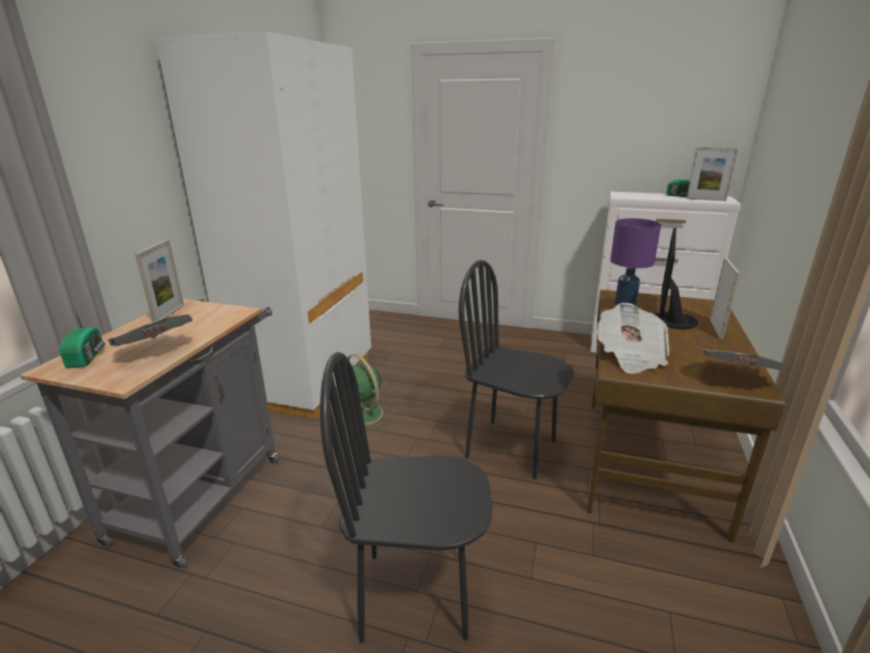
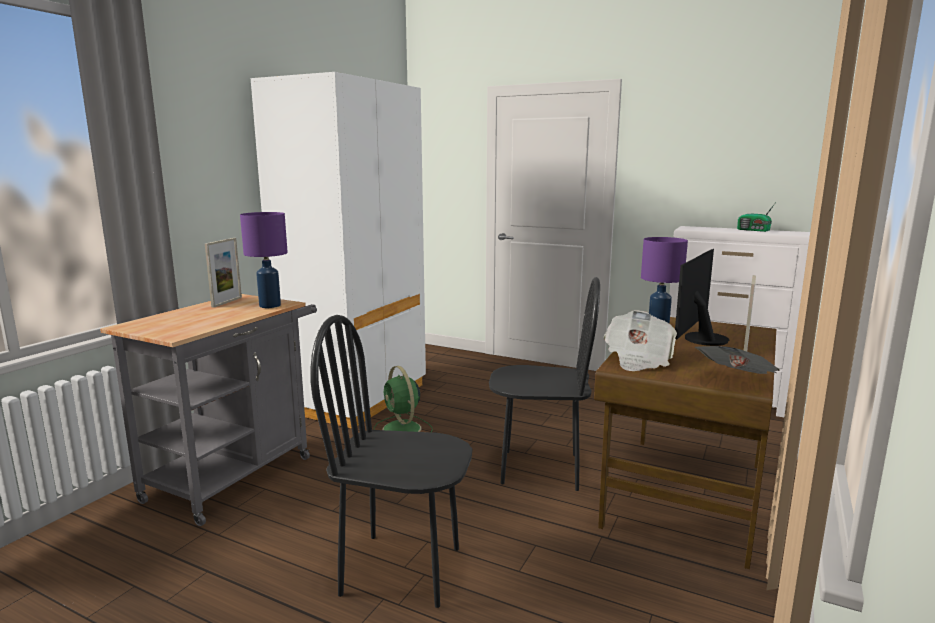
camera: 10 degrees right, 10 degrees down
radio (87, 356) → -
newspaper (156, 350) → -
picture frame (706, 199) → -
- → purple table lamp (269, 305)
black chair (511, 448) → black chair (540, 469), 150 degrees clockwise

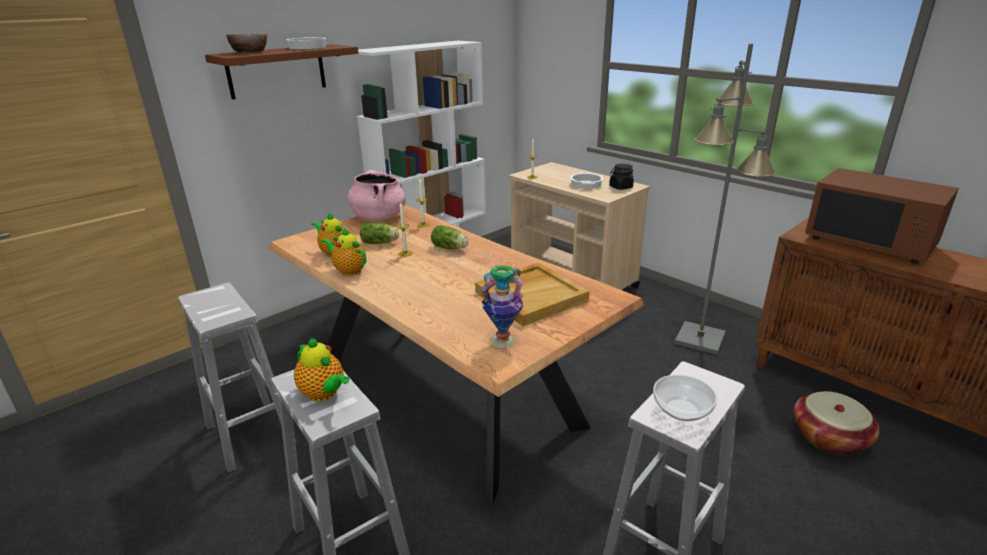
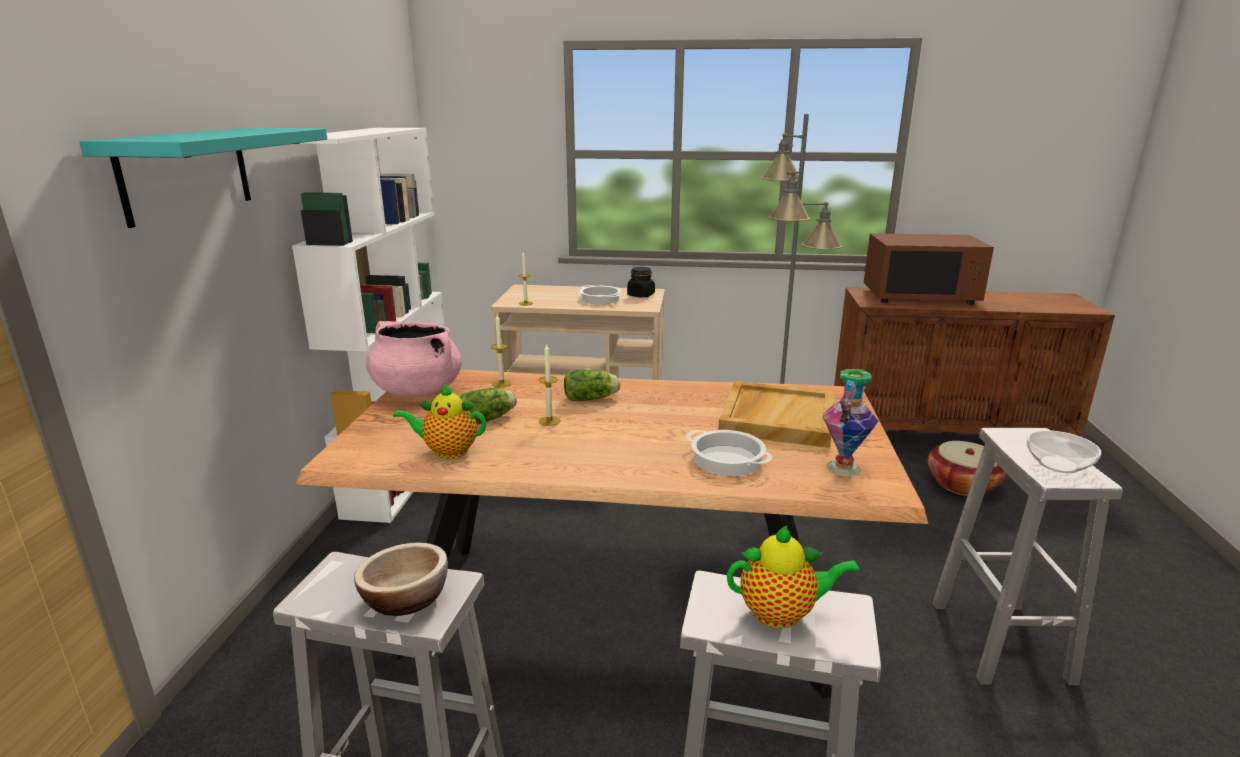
camera: 40 degrees left, 5 degrees down
teapot (348, 271) → -
bowl (250, 52) → bowl (406, 599), moved
cooking pot (308, 48) → cooking pot (728, 459), moved
brown shelf (277, 71) → turquoise shelf (187, 173)

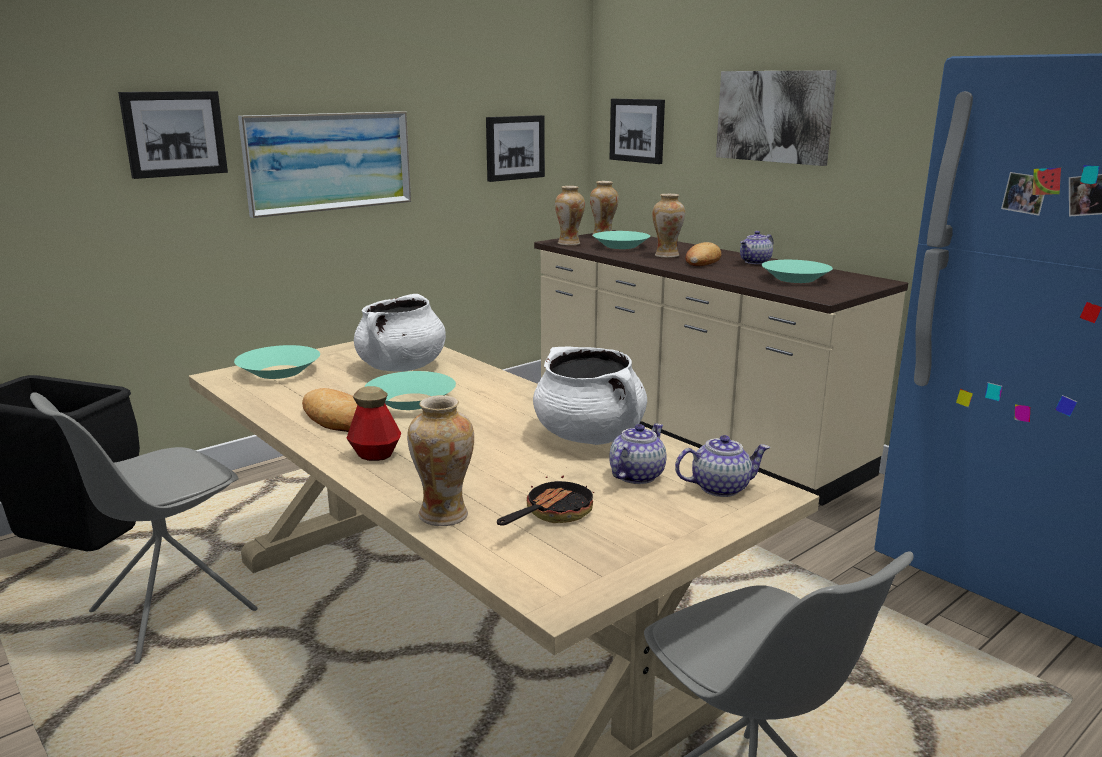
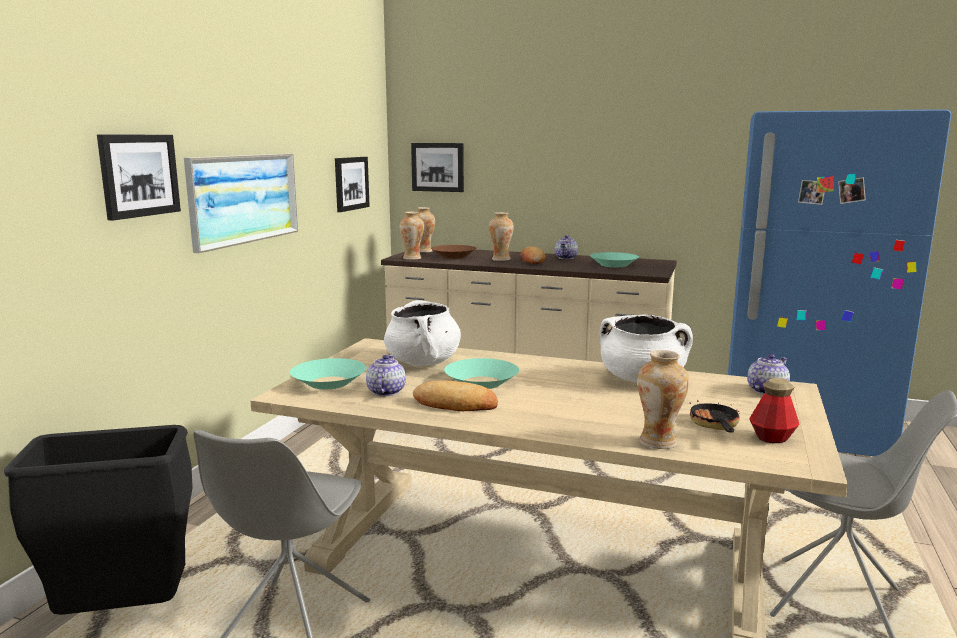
camera: 30 degrees left, 5 degrees down
picture (774, 116) → -
bottle (375, 454) → bottle (772, 438), moved
teapot (636, 475) → teapot (385, 391), moved
turquoise bowl (621, 246) → brown bowl (454, 256)

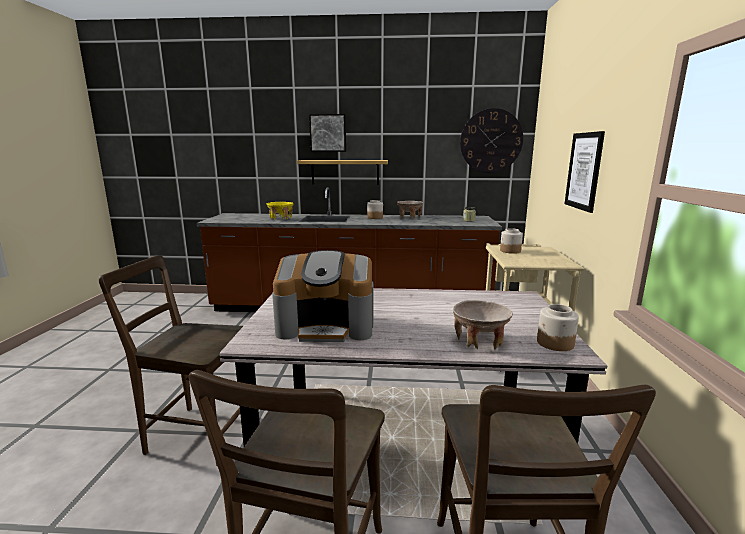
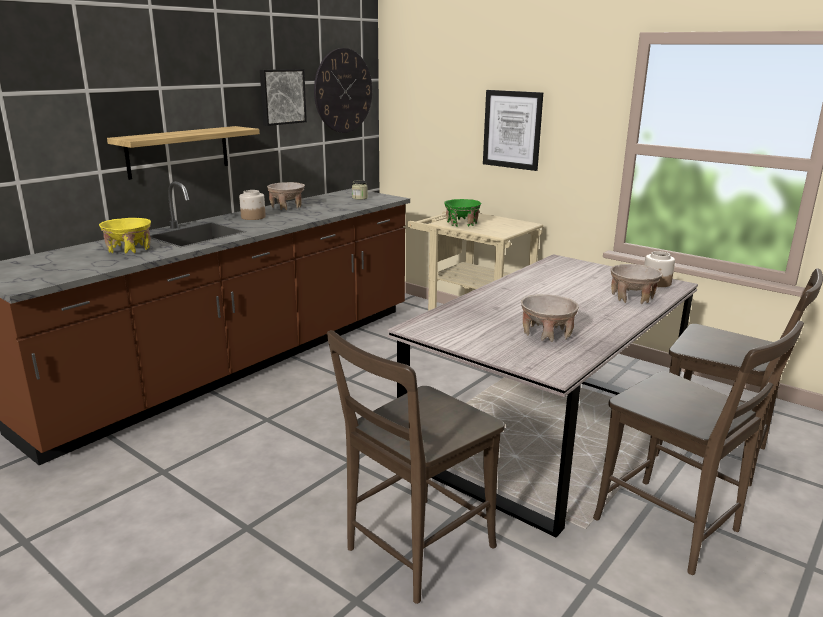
camera: 55 degrees left, 5 degrees up
picture (328, 133) → picture (281, 96), moved
coffee machine (327, 326) → beige bowl (546, 334)
jar (510, 251) → green bowl (462, 224)

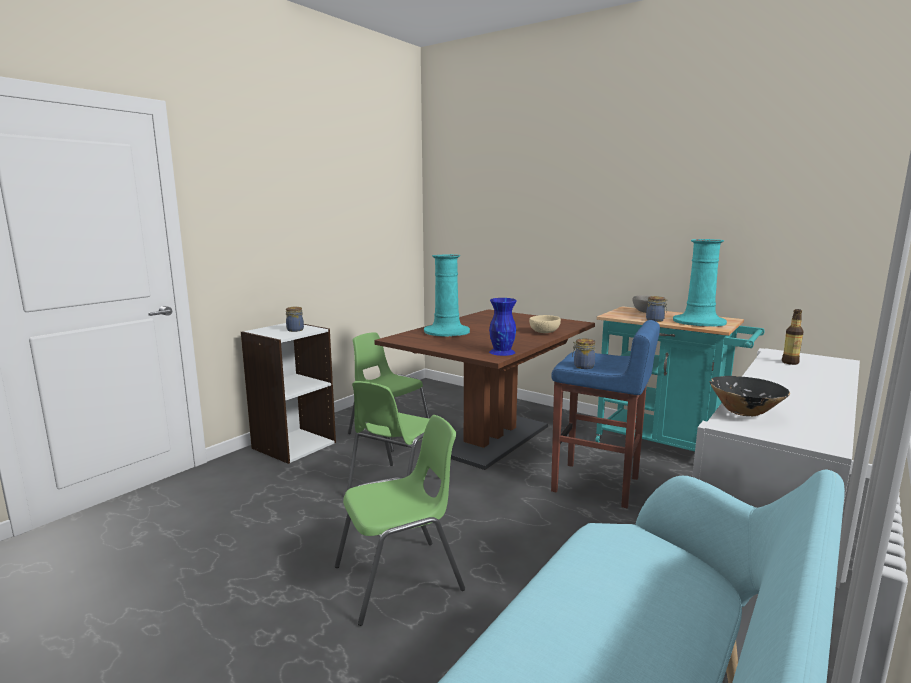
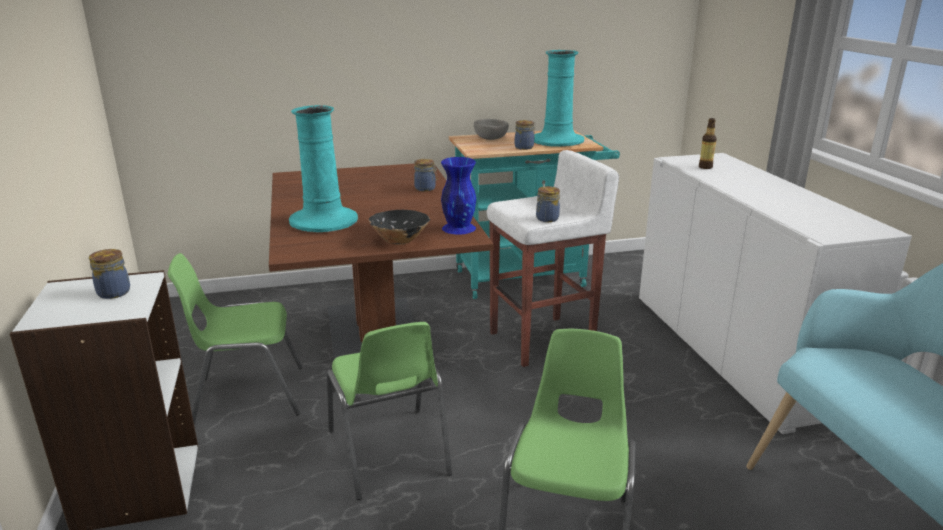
camera: 50 degrees left, 10 degrees up
black bowl (744, 412) → black bowl (399, 241), moved
beige bowl (545, 332) → jar (426, 189)
blue stool (597, 485) → white stool (543, 341)

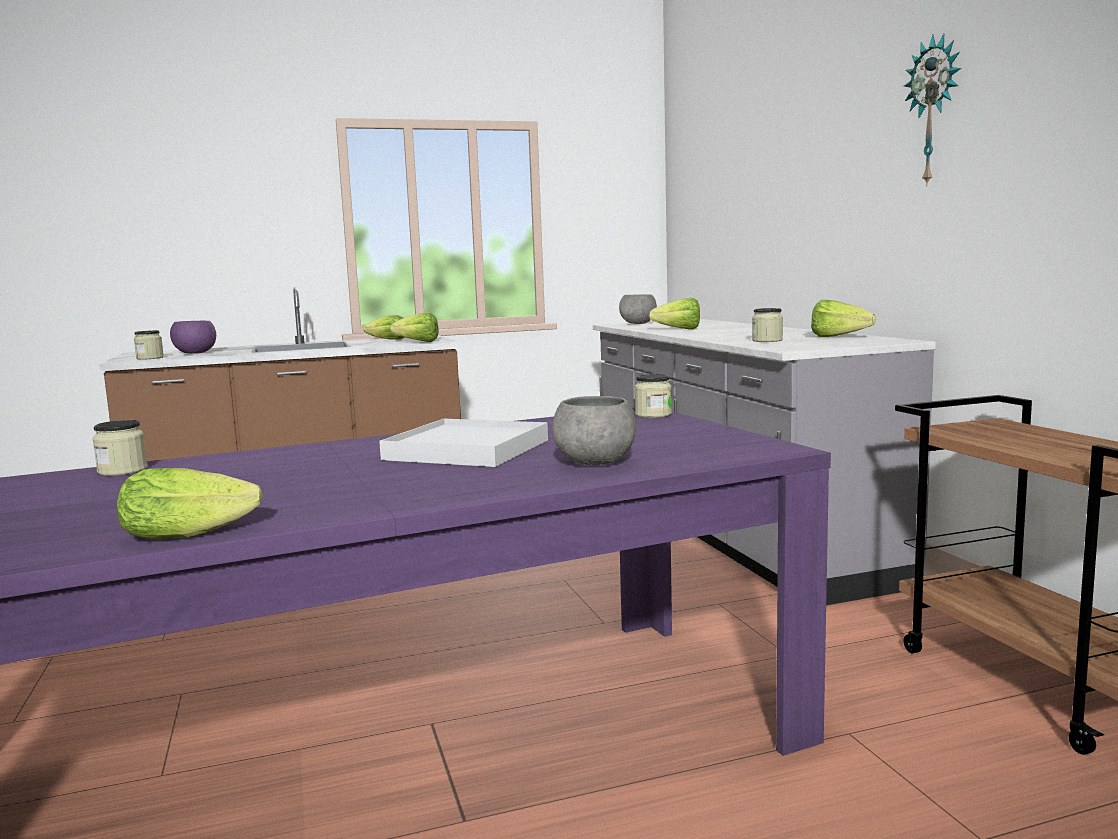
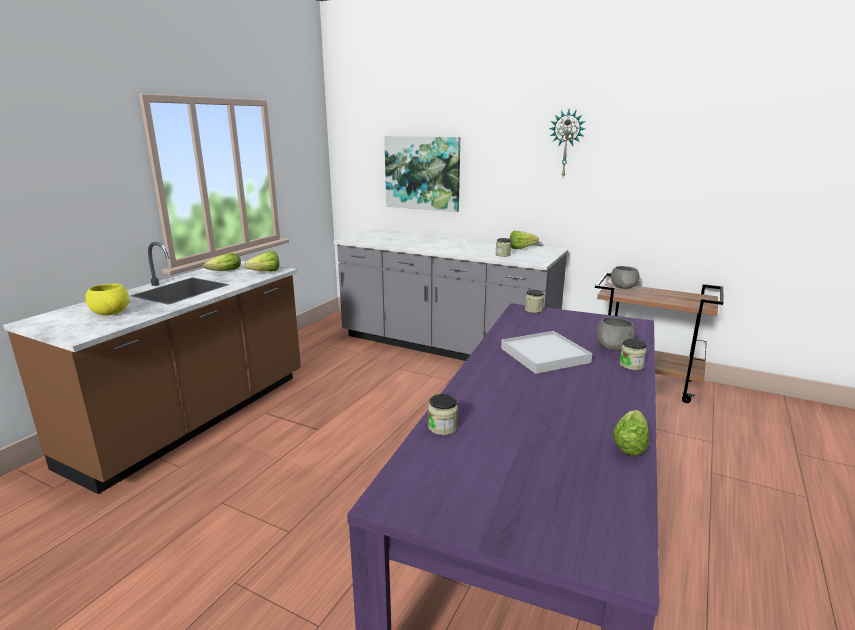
camera: 45 degrees left, 10 degrees up
lettuce (674, 329) → -
- → picture (422, 173)
jar (150, 358) → jar (631, 365), moved
grey bowl (638, 323) → grey bowl (623, 287), moved
purple bowl (195, 353) → yellow bowl (110, 313)

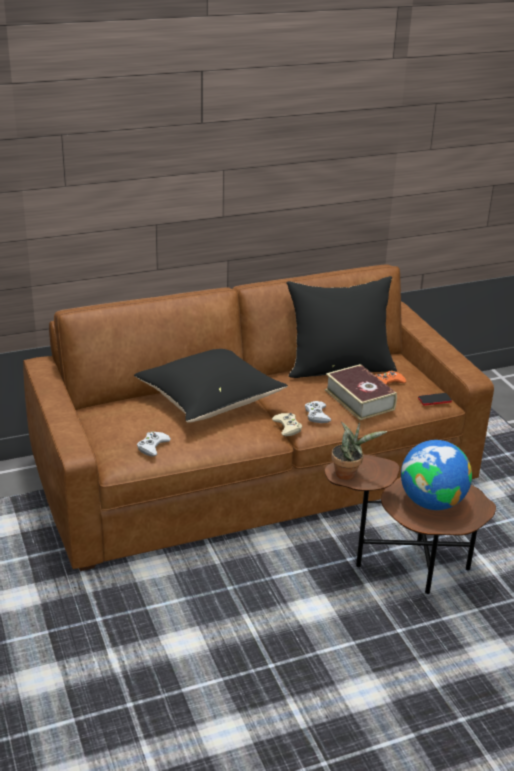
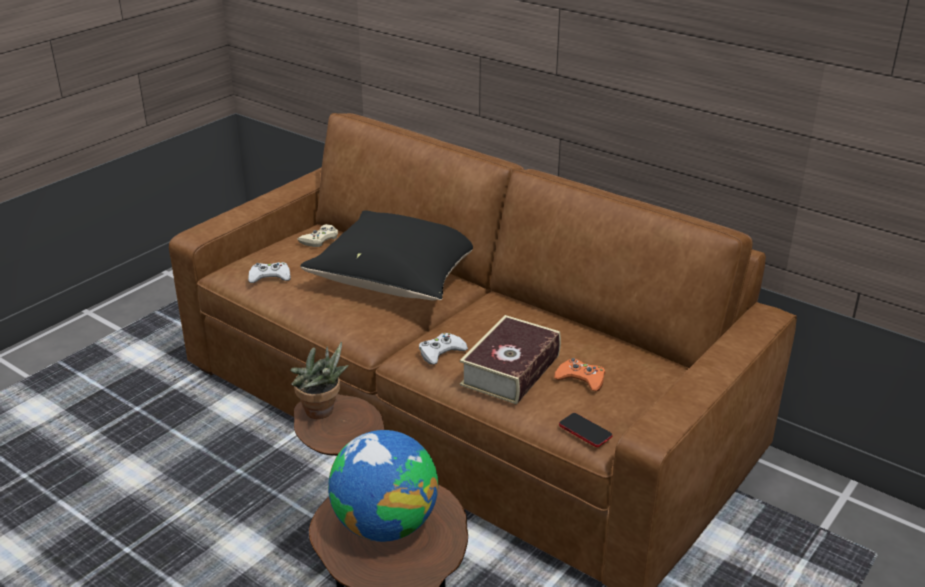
camera: 60 degrees right, 0 degrees up
black pillow (339, 367) → -
beige game controller (287, 427) → beige game controller (319, 239), moved

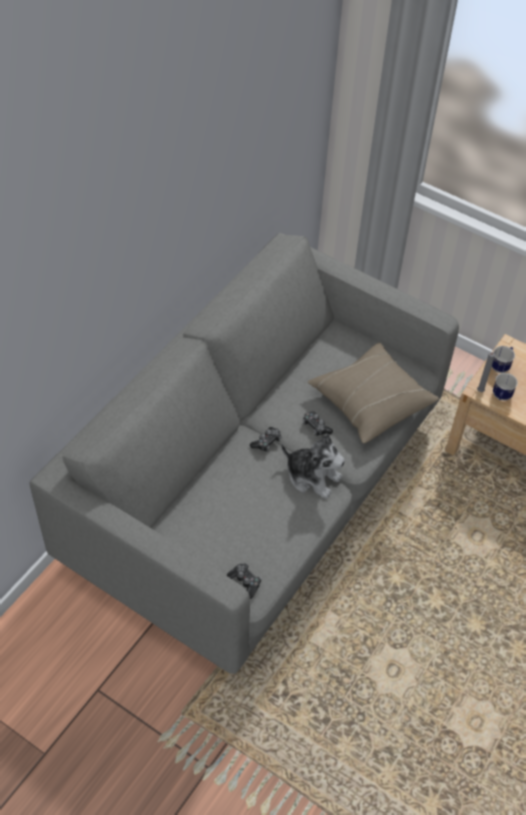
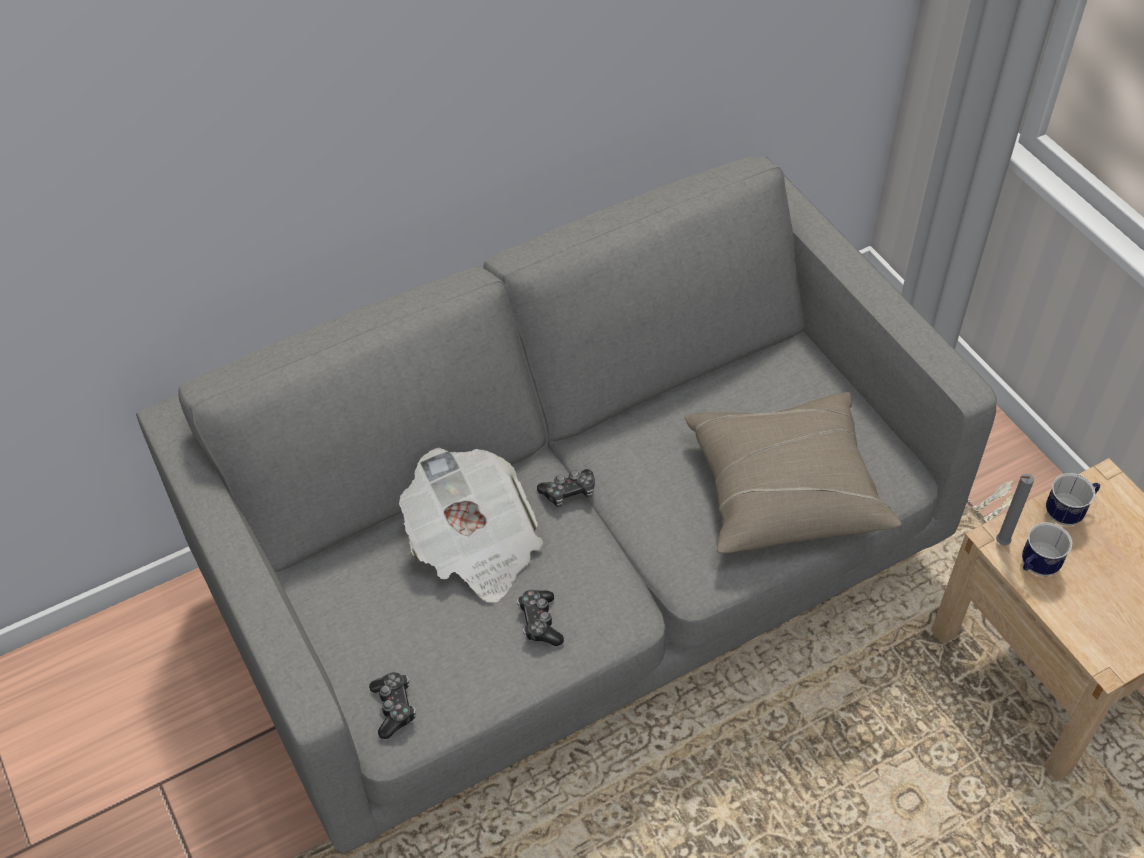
camera: 30 degrees right, 0 degrees up
plush toy (312, 476) → -
- → newspaper (474, 545)
game controller (316, 427) → game controller (539, 622), moved

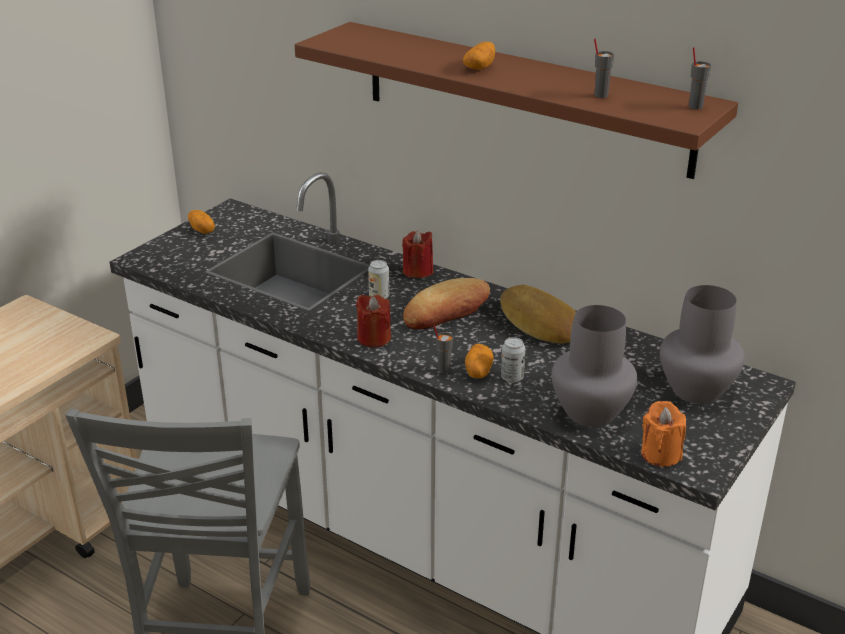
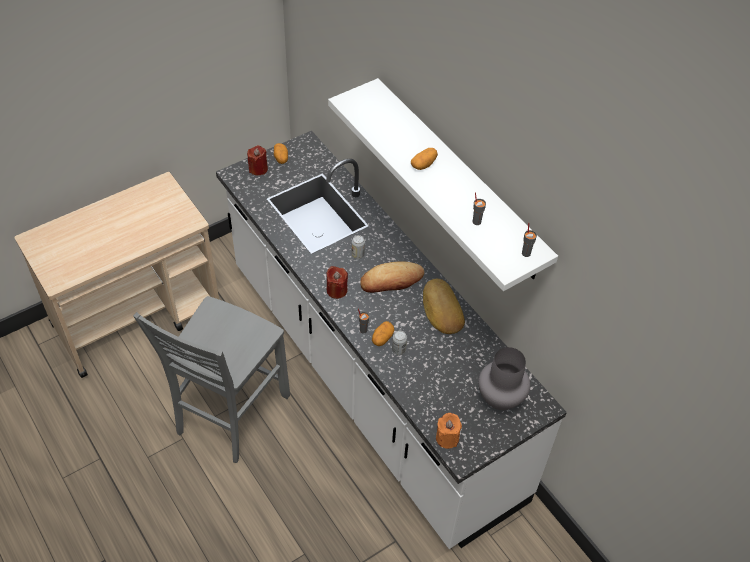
camera: 20 degrees right, 20 degrees up
grey vase (590, 411) → -
red candle (418, 271) → red candle (258, 169), moved
brown shelf (523, 97) → white shelf (458, 179)

